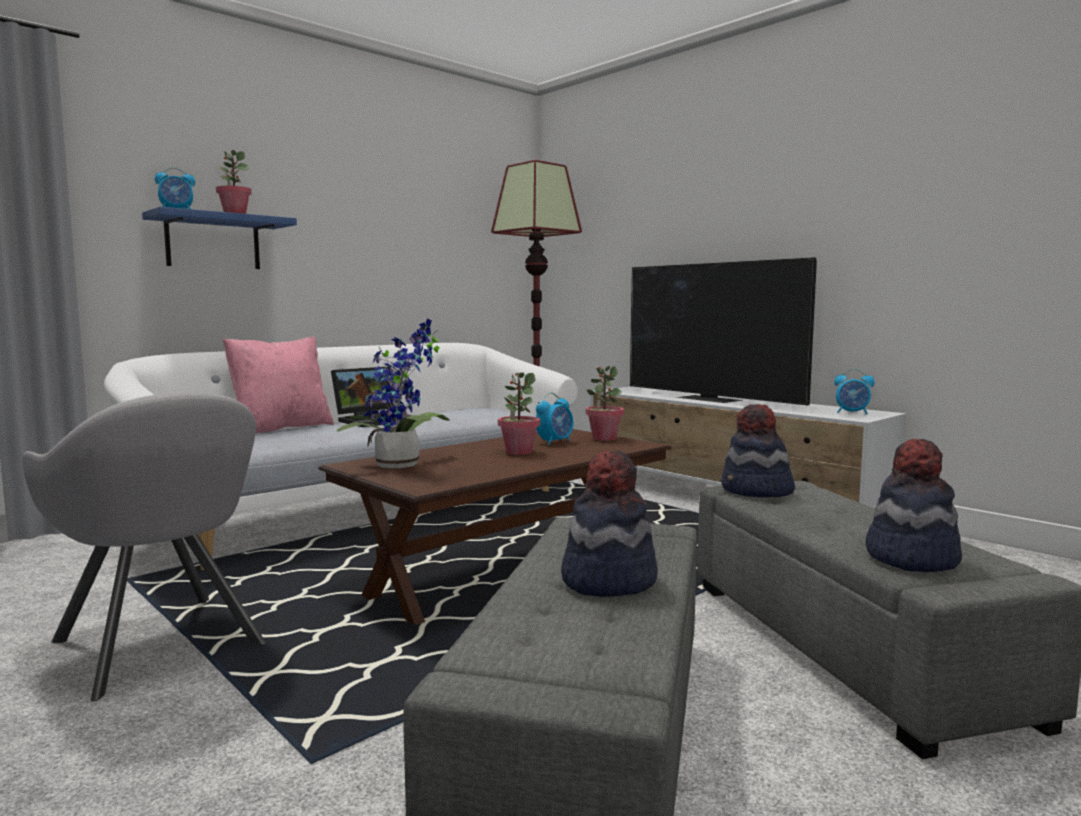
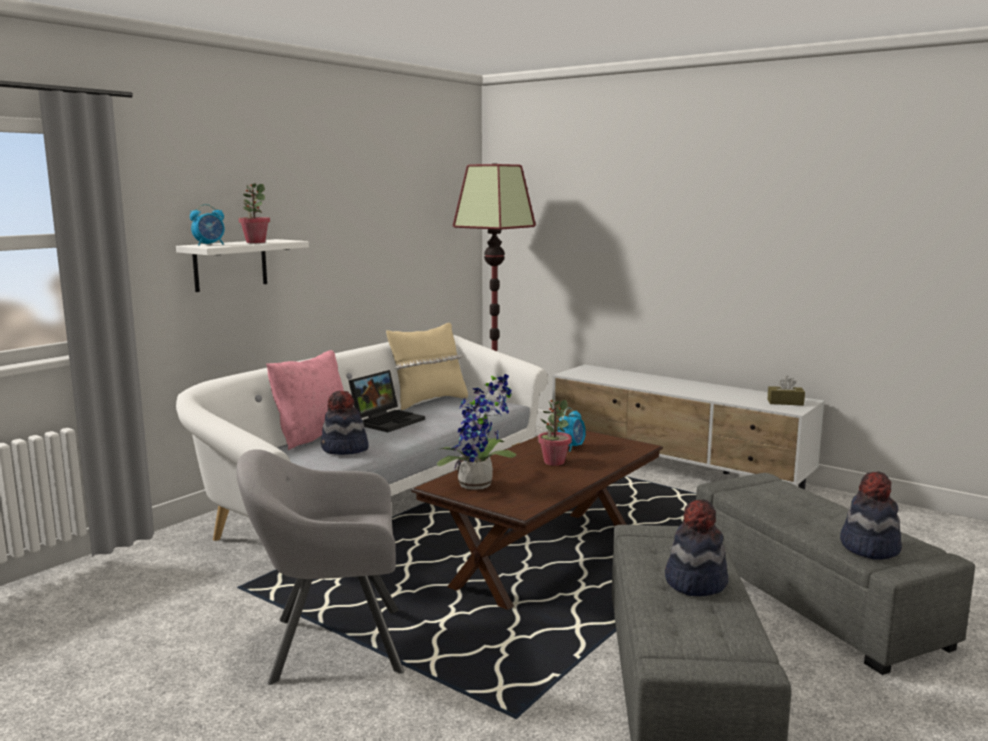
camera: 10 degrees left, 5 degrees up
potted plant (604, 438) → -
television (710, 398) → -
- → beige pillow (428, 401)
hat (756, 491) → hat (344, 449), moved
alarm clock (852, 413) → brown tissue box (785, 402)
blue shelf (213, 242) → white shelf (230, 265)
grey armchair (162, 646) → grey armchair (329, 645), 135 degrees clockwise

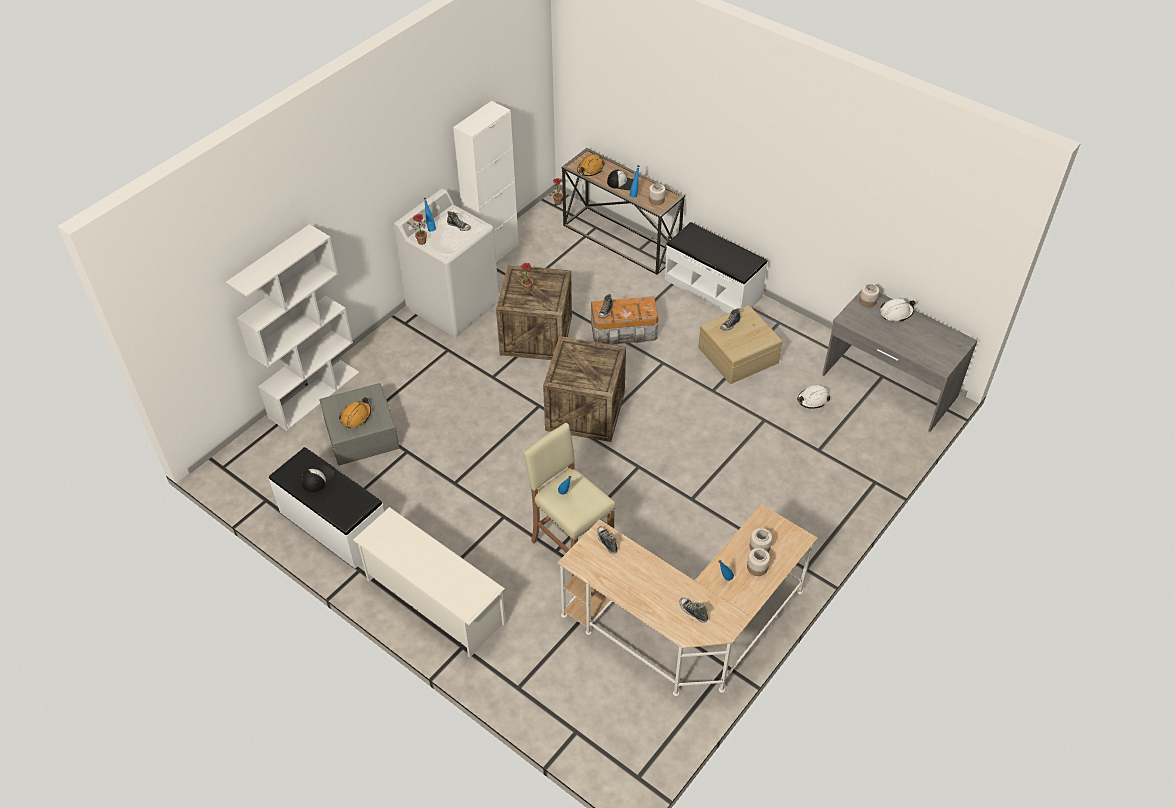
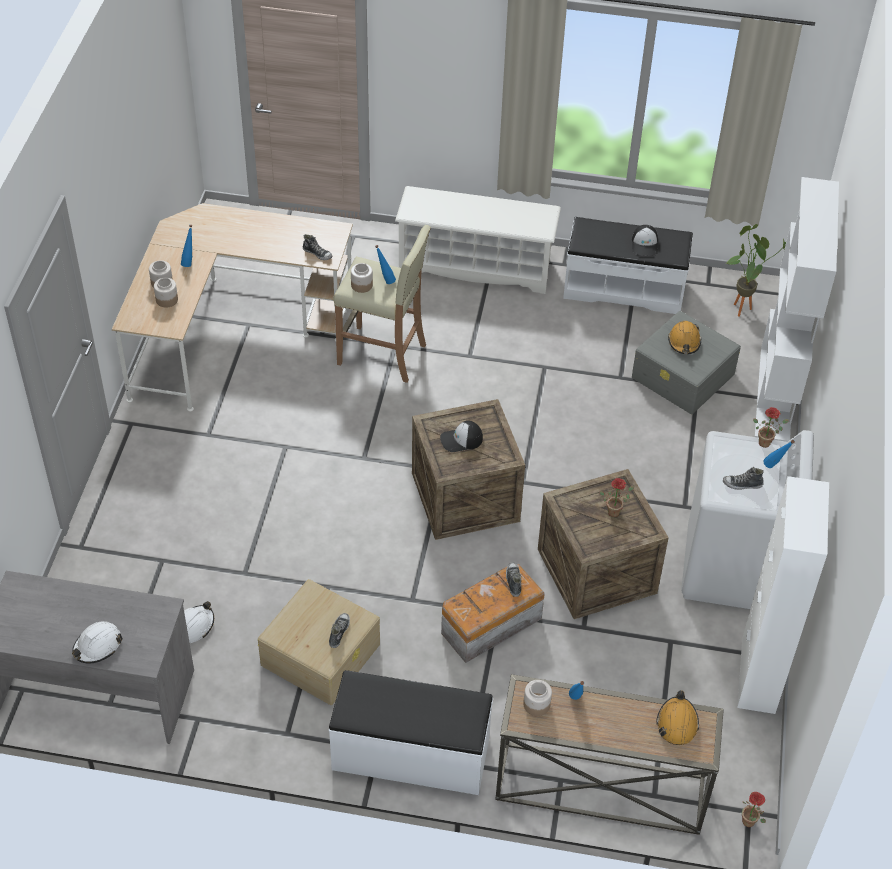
camera: 150 degrees right, 0 degrees up
shoe (693, 612) → -
- → potted plant (744, 307)
cap (621, 183) → cap (461, 440), moved
jar (867, 301) → jar (361, 285), moved

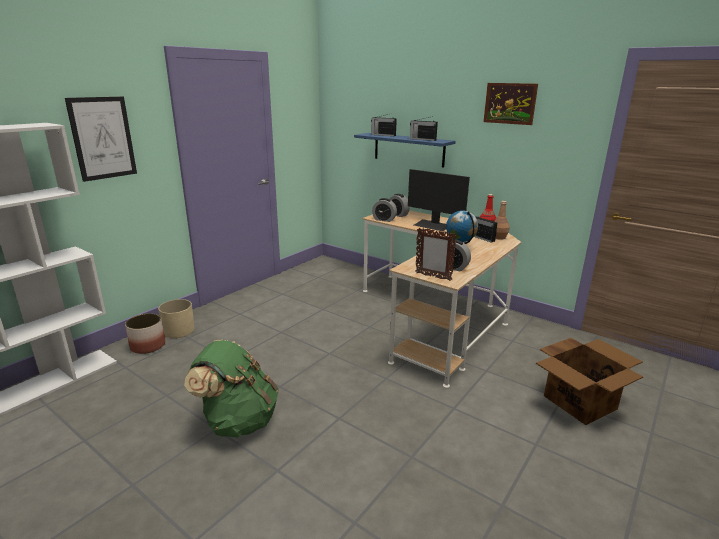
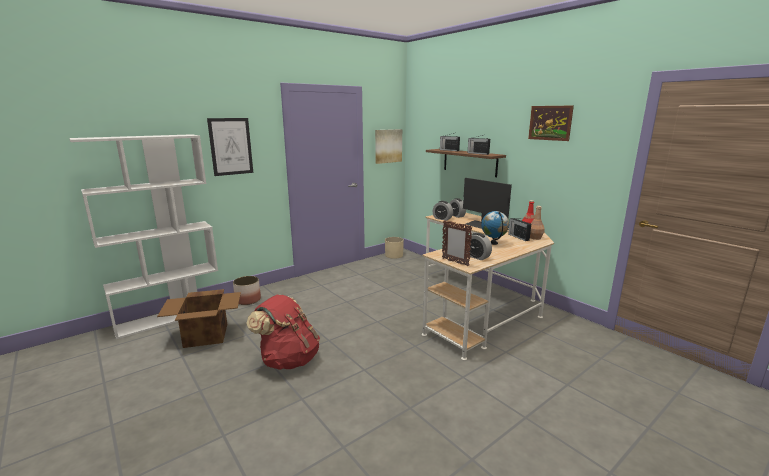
camera: 15 degrees right, 5 degrees down
- → picture (388, 146)
beige planter (179, 330) → beige planter (394, 255), moved
cardboard box (580, 402) → cardboard box (207, 335), moved
green backpack (238, 421) → red backpack (288, 359)
blue shelf (408, 149) → brown shelf (469, 162)

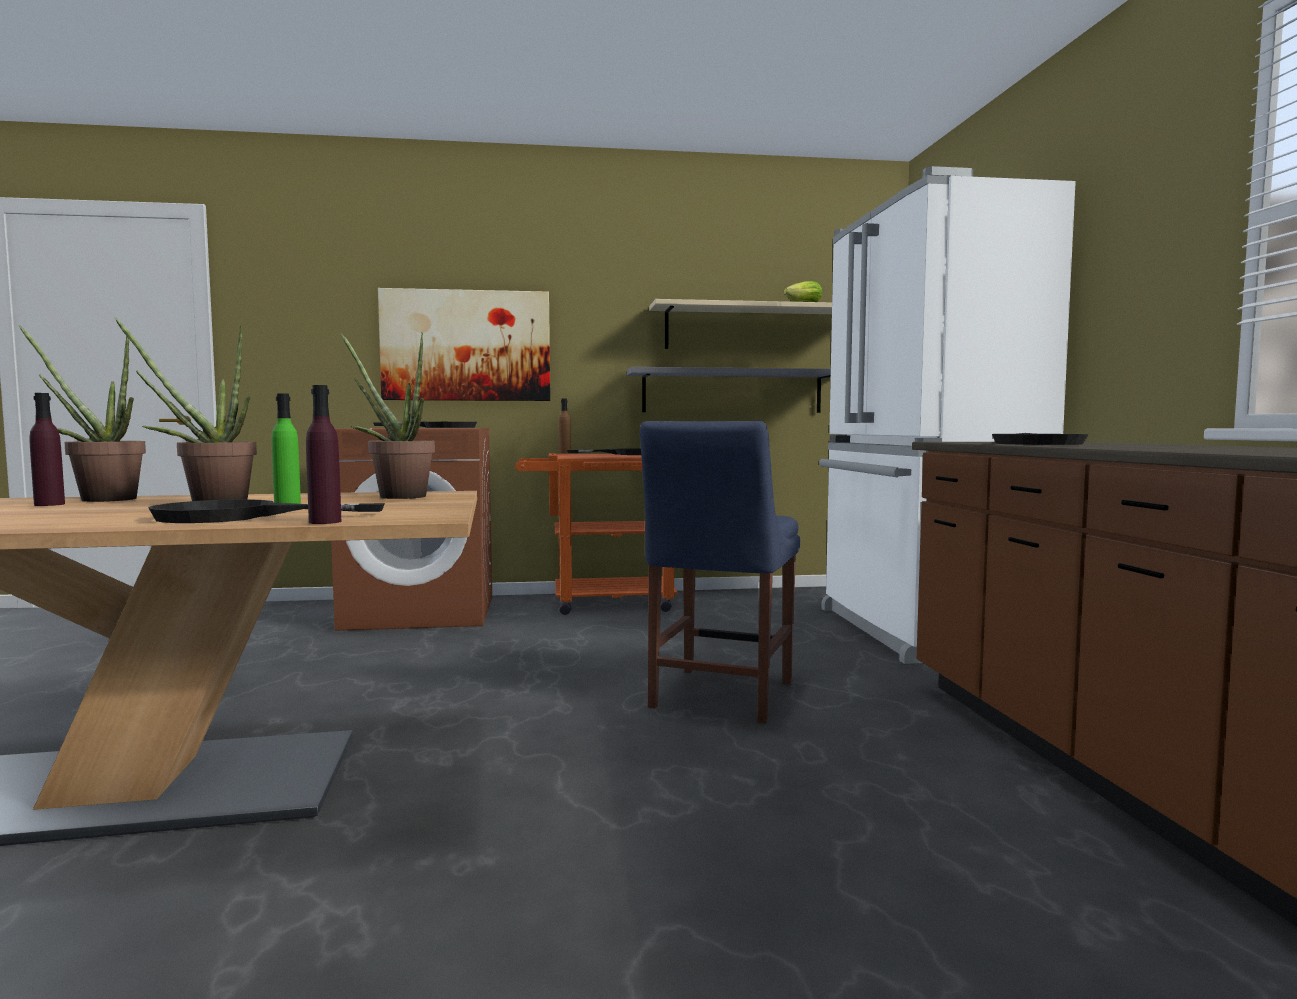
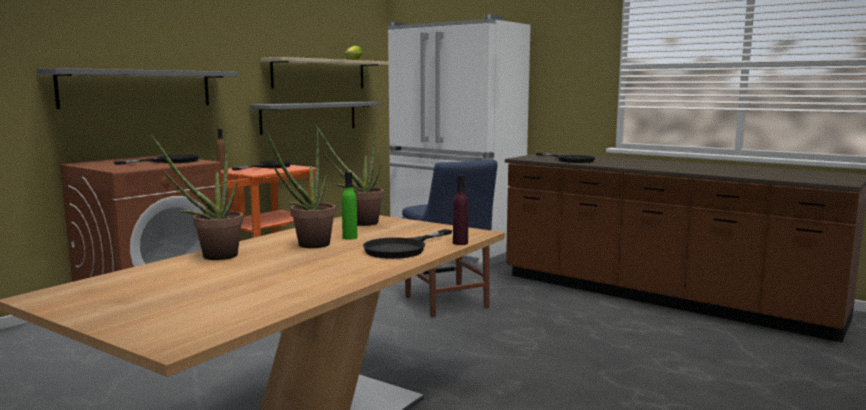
camera: 45 degrees left, 5 degrees up
purple bottle (49, 504) → -
picture (466, 346) → grey shelf (138, 88)

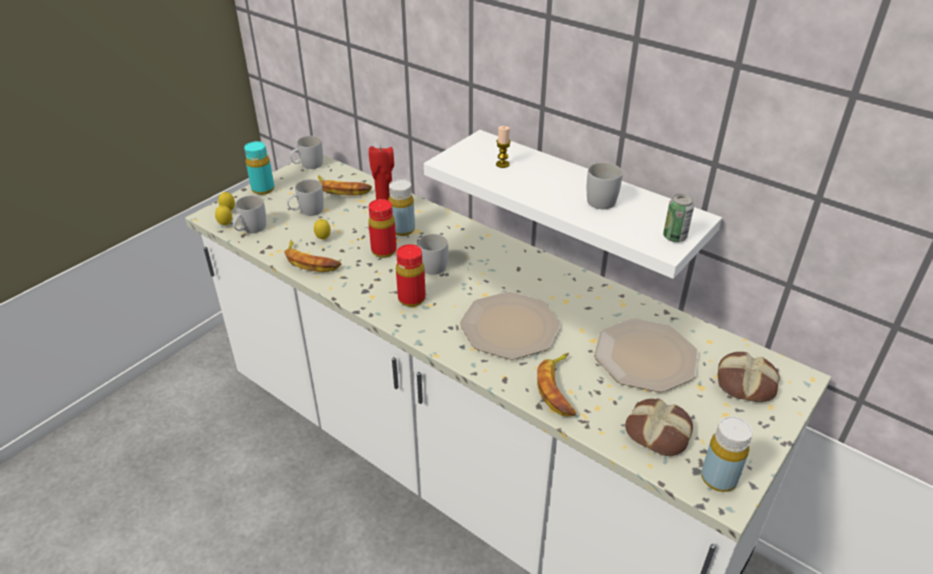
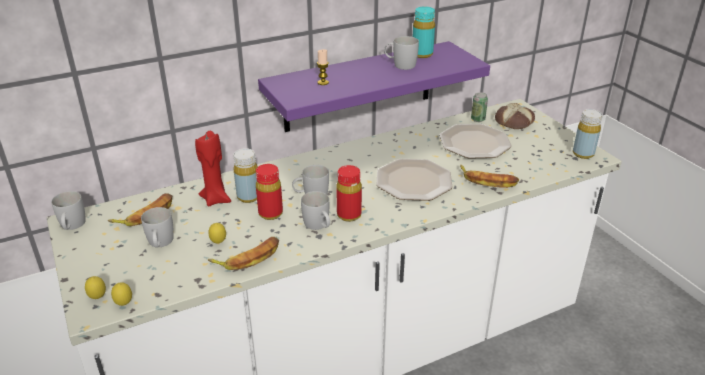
camera: 65 degrees left, 5 degrees down
bread (659, 432) → -
white mug (250, 229) → white mug (318, 226), moved
turquoise bottle (263, 189) → turquoise bottle (422, 54), moved
can (674, 237) → can (478, 119), moved
white shelf (586, 203) → purple shelf (359, 87)

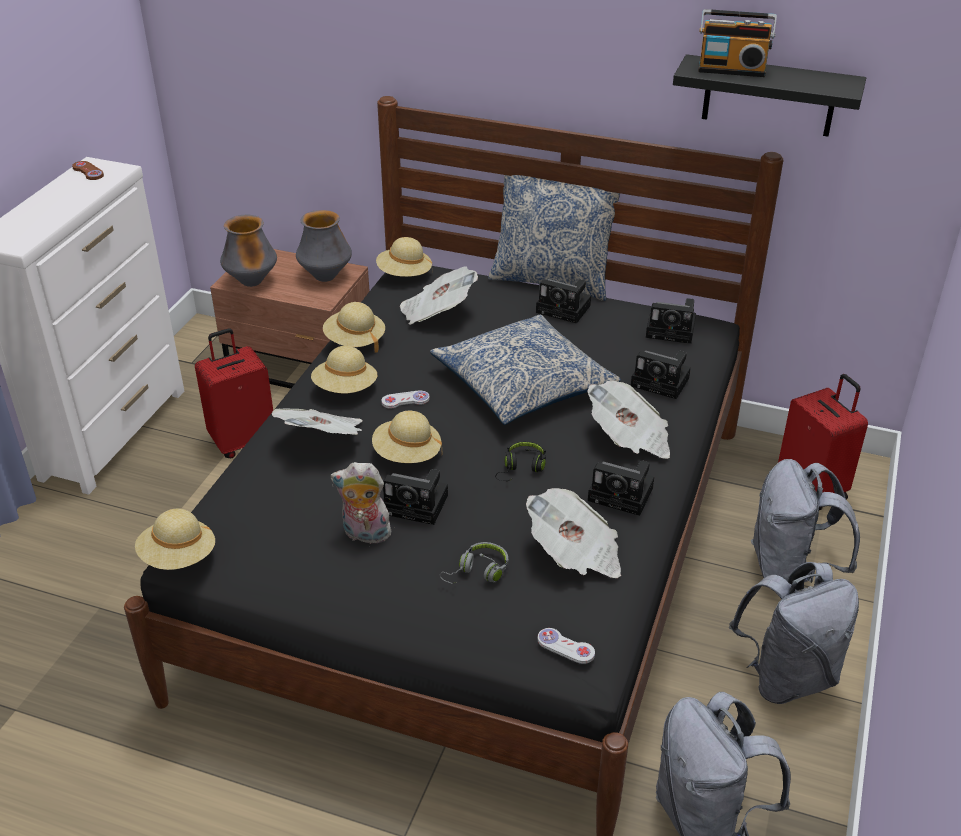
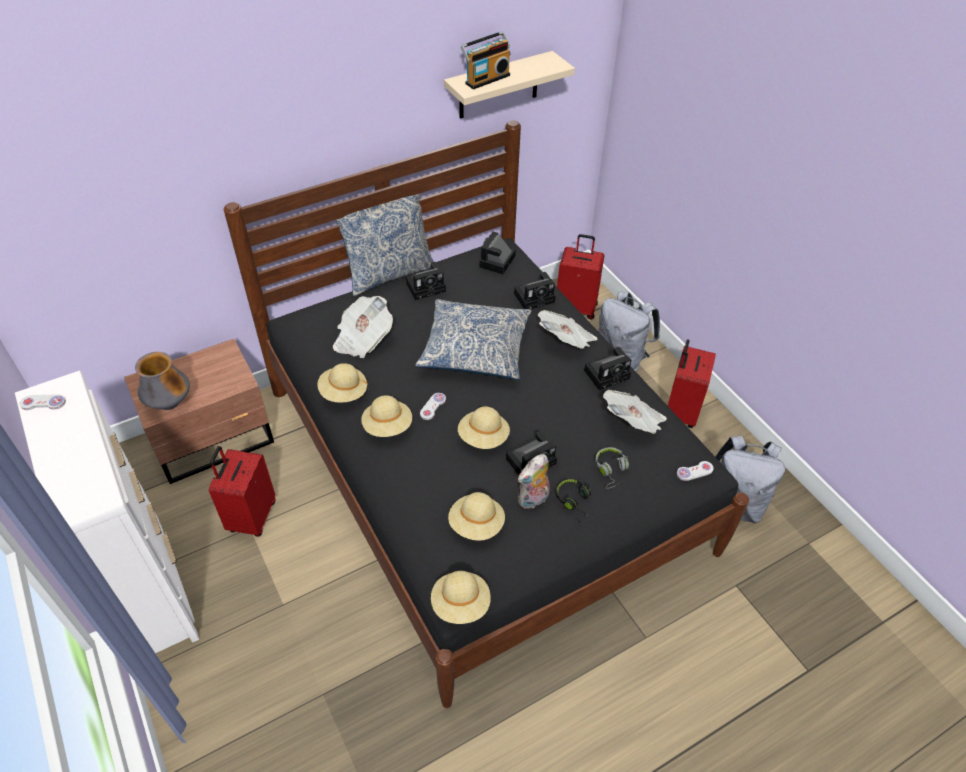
camera: 50 degrees left, 10 degrees up
newspaper (324, 439) → -
vase (325, 277) → -
beige hat (404, 274) → beige hat (476, 524), moved
black headphones (521, 467) → black headphones (574, 501), moved
grey backpack (786, 676) → red suitcase (680, 411)
brown game controller (88, 172) → white game controller (43, 403)
black shelf (769, 96) → beige shelf (498, 86)
photo camera (672, 330) → photo camera (497, 262), 150 degrees clockwise

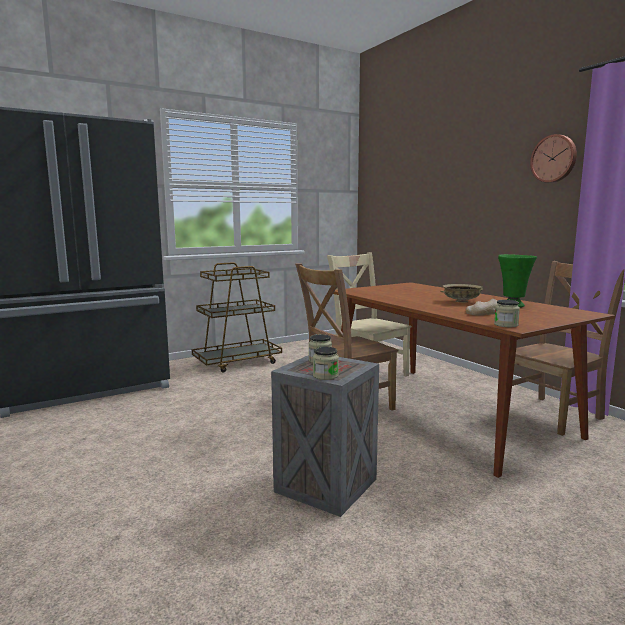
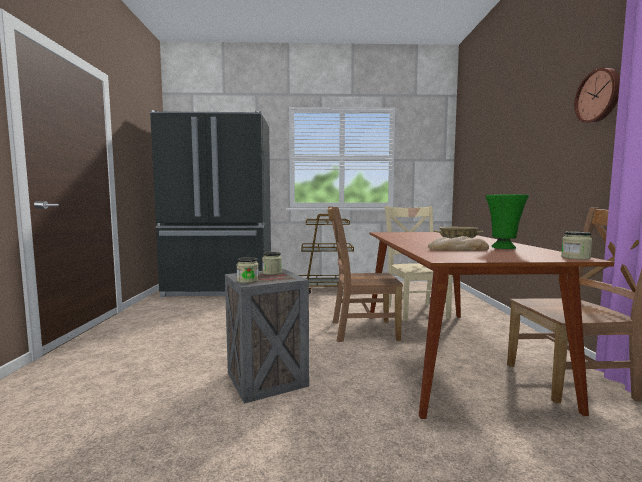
camera: 30 degrees right, 5 degrees down
jar (506, 325) → jar (575, 257), moved

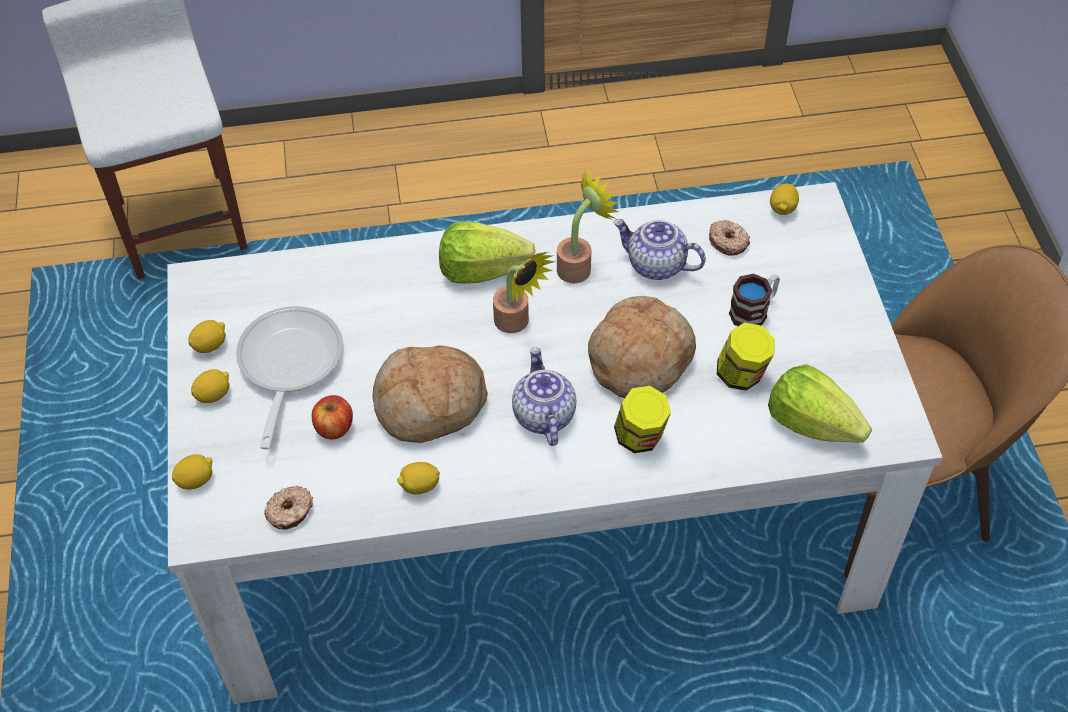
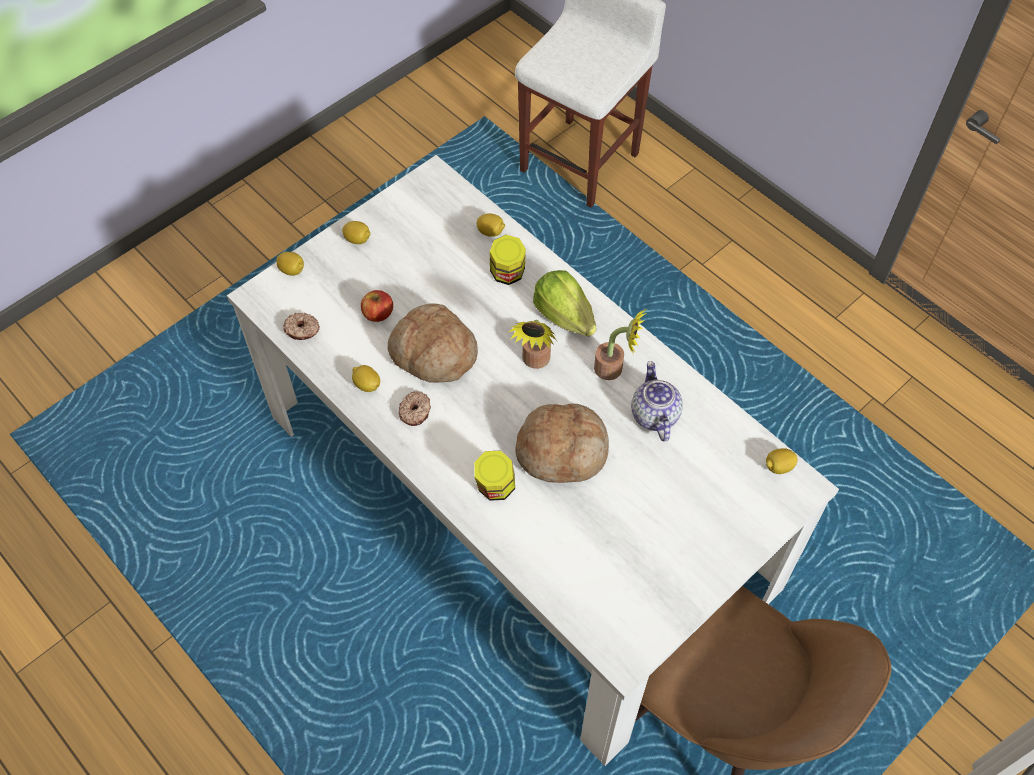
camera: 55 degrees right, 5 degrees up
frying pan (288, 365) → -
teapot (543, 415) → -
mug (754, 311) → -
lettuce (812, 423) → -
lemon (210, 345) → lemon (490, 232), moved
donut (728, 241) → donut (415, 411), moved
jar (741, 375) → jar (507, 274), moved

